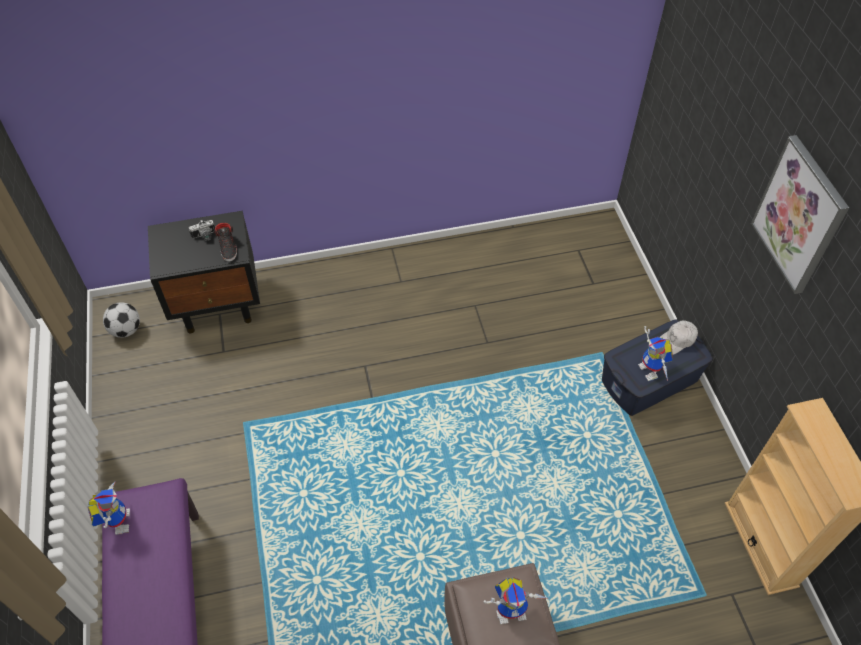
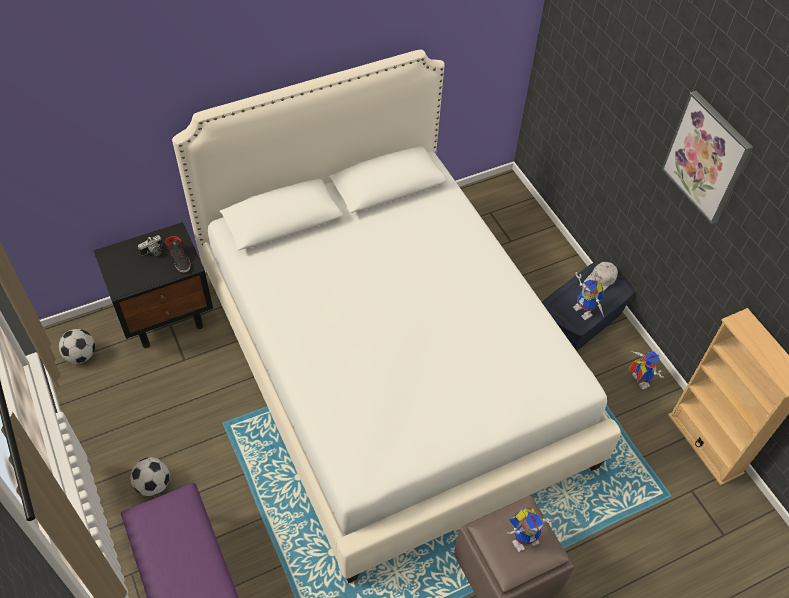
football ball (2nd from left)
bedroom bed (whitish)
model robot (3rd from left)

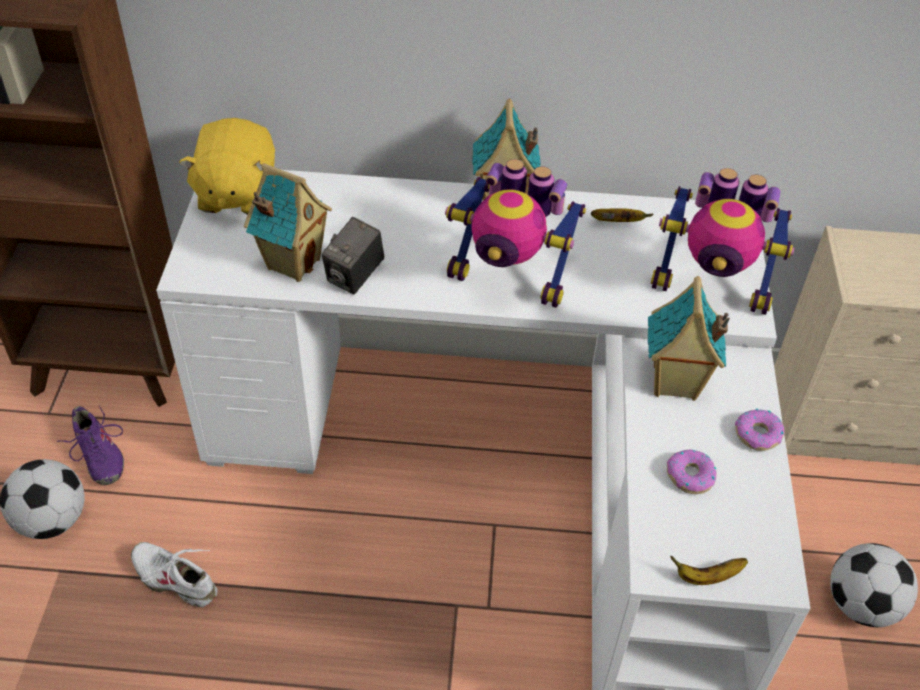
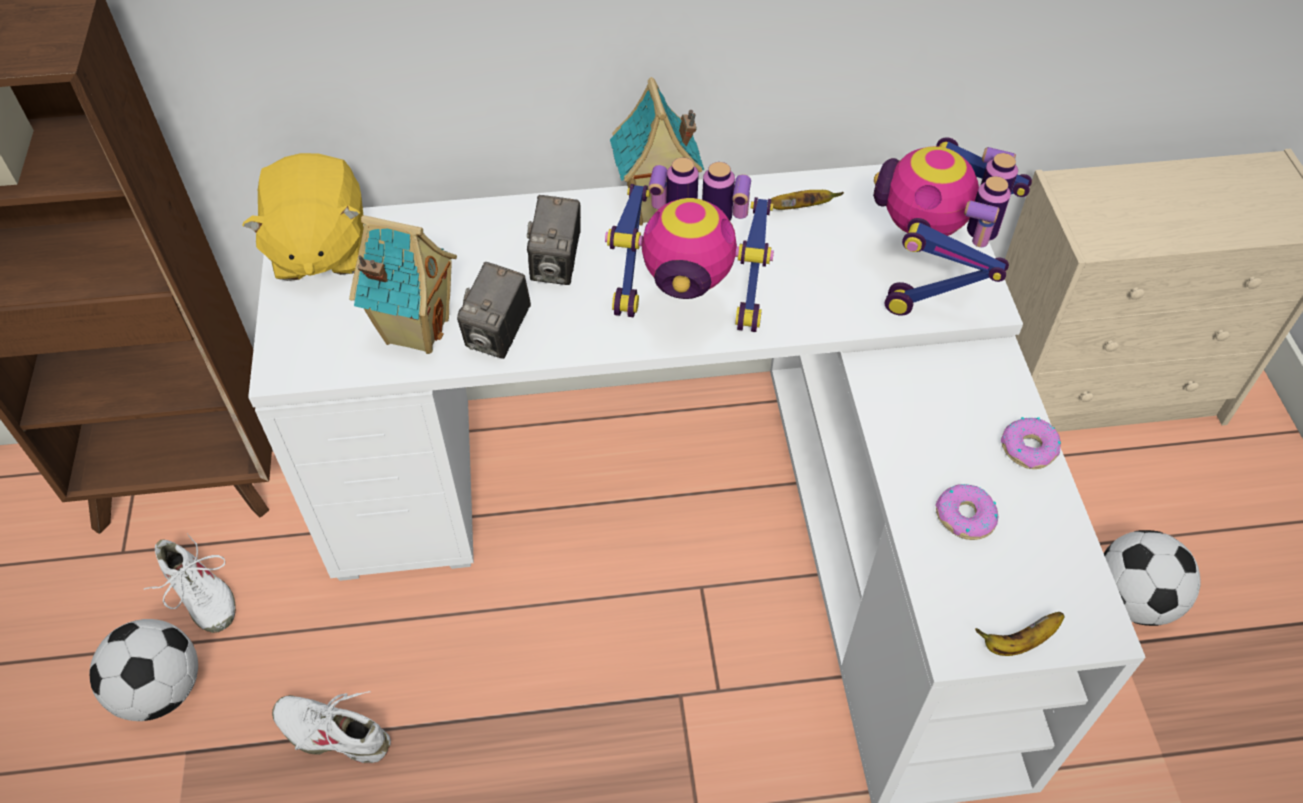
miniature house (3rd from left in the first image)
photo camera (2nd from left)
low shoe (whitish) (1st from left)
model robot (2nd from left)

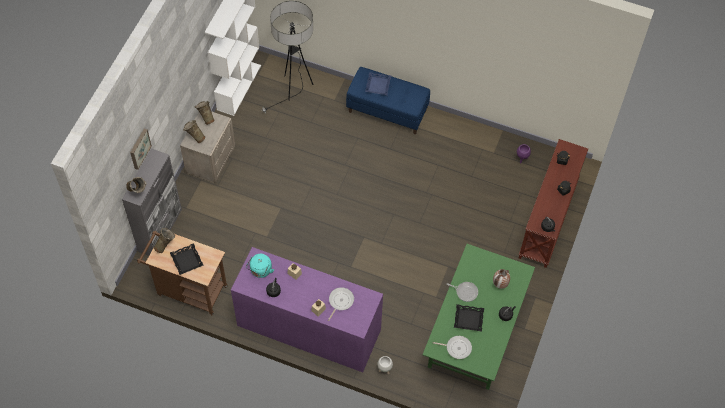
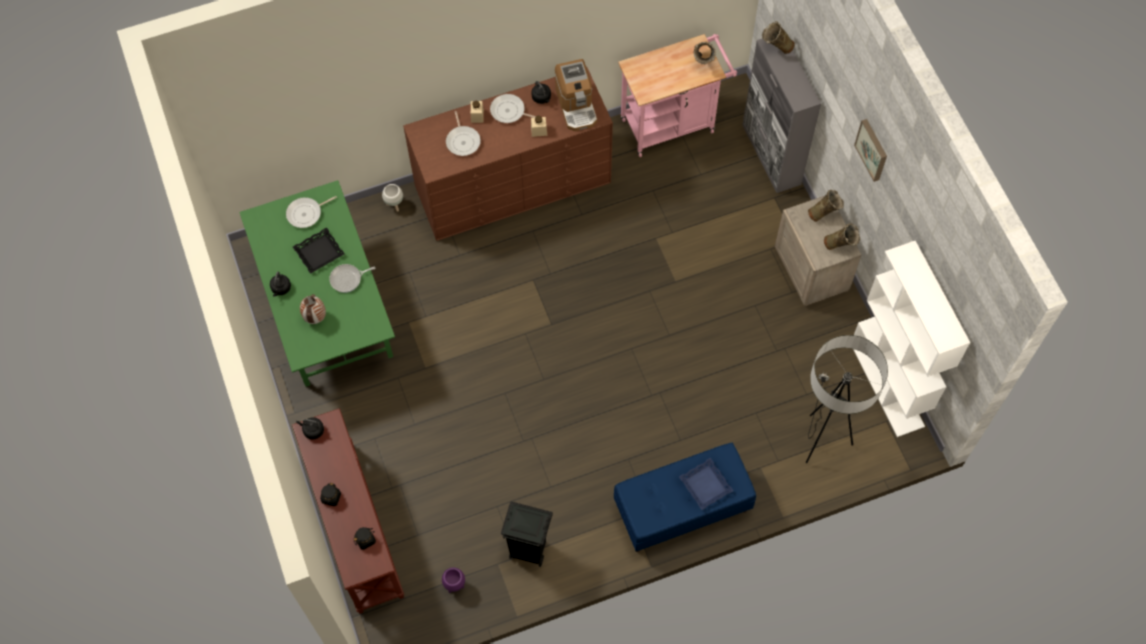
carrying tray (black-coloured) (1st from left in the first image)
frying pan (4th from left)
waste bin (black-coloured)
wall art
coffee brewer
cart (pink)
drawer chest (brown)

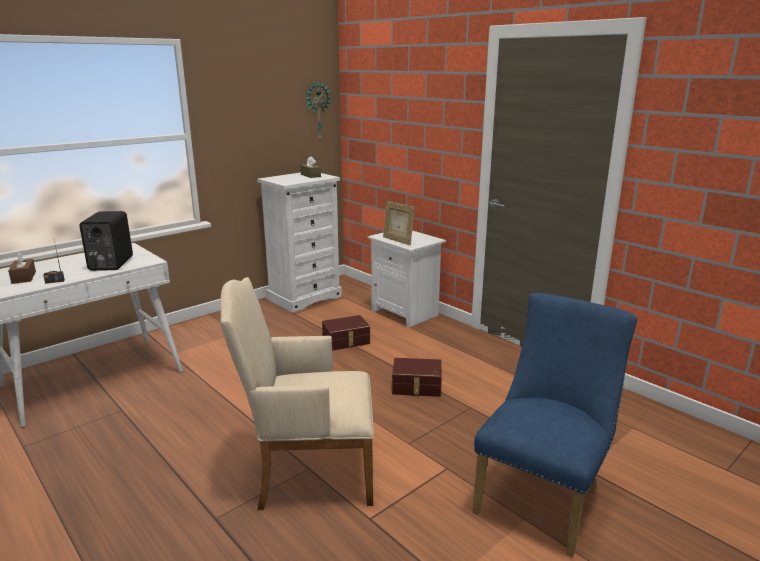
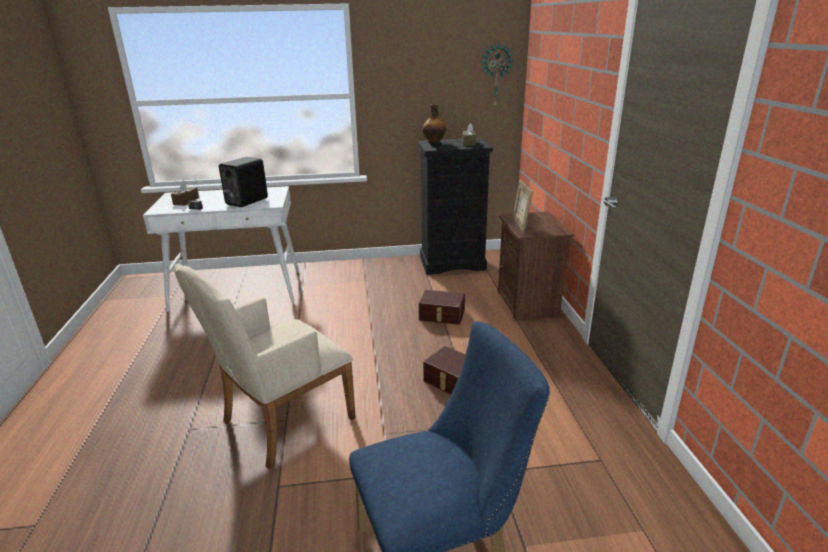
bottle
drawer chest (black-coloured)
nightstand (brown)
lounge chair (beige-coloured)

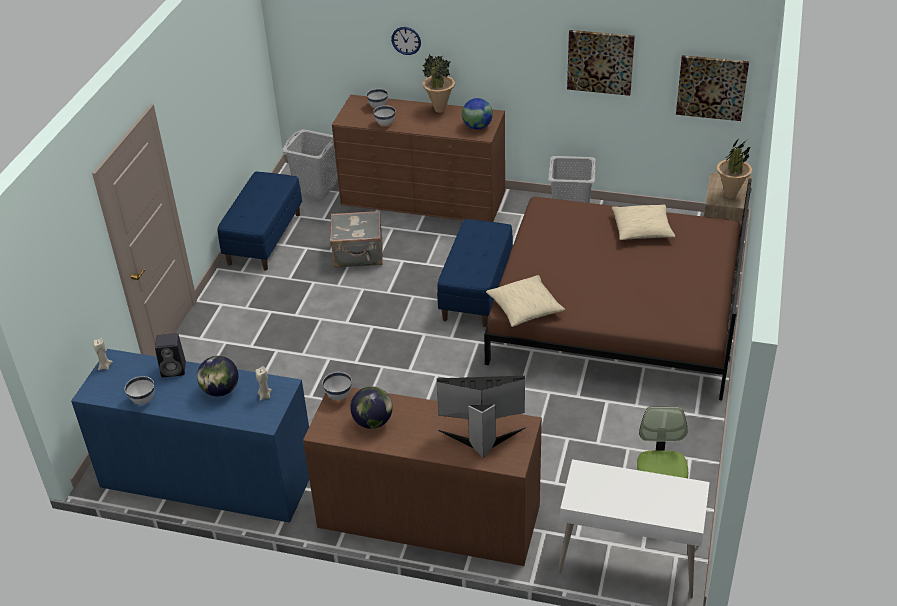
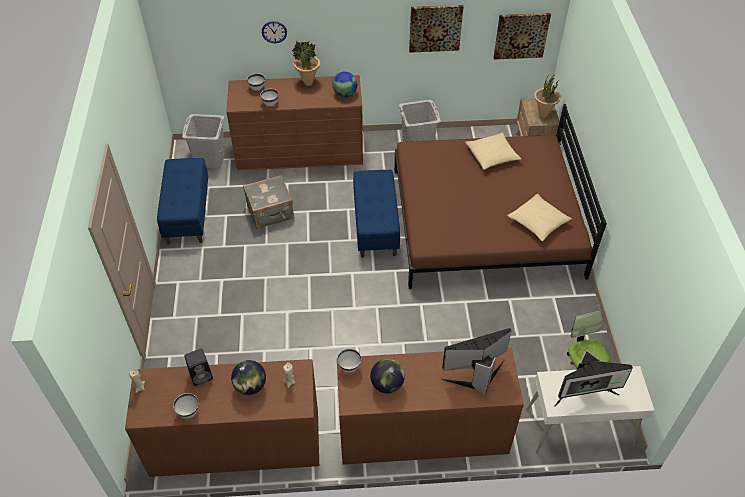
computer screen (2nd from left)
pillow (beige-coloured) (2nd from left)
drawer chest (brown) (1st from left)

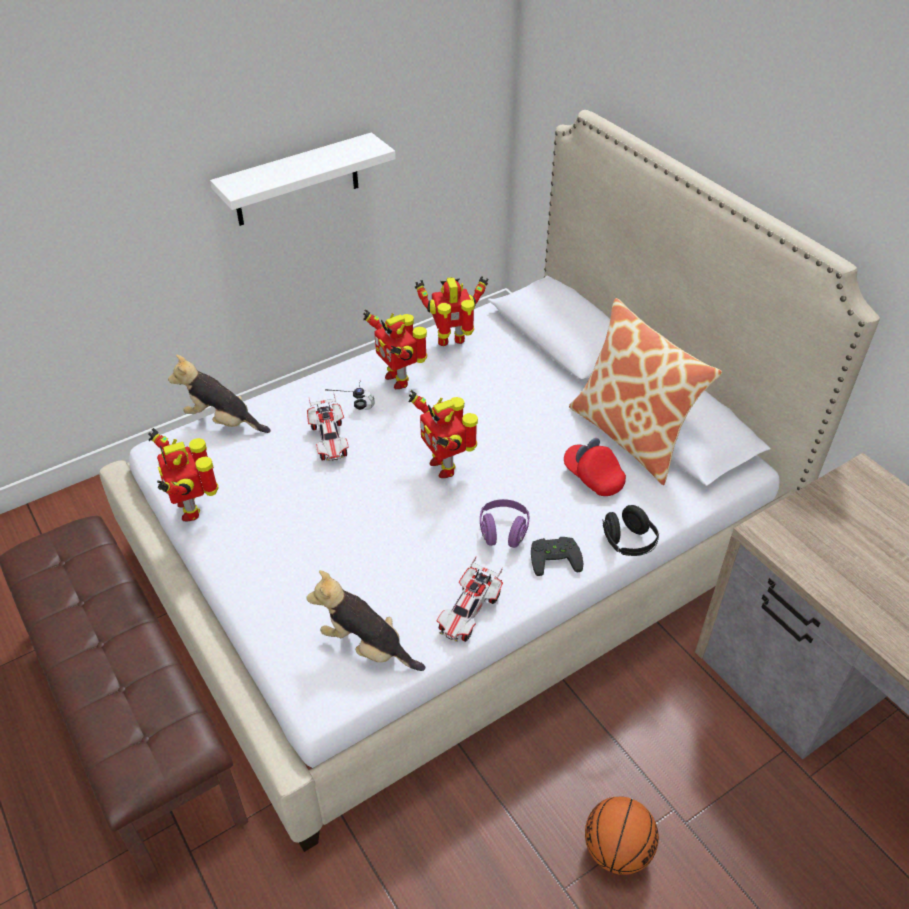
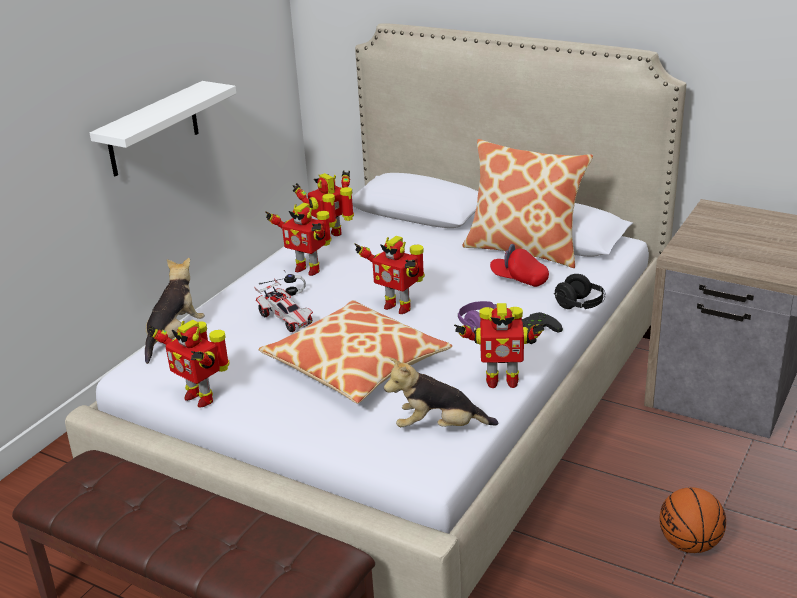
pillow (1st from left)
model robot (5th from left)
cuddly toy (1st from left)

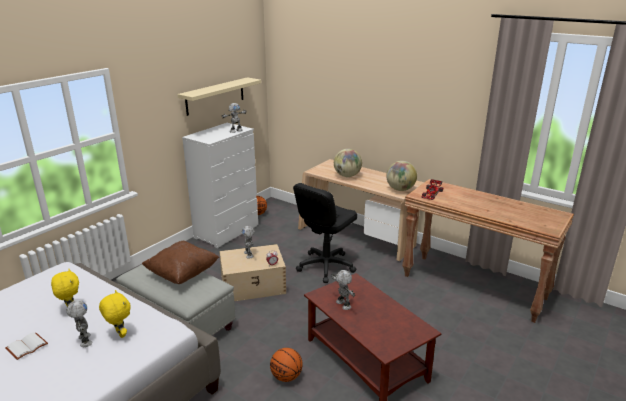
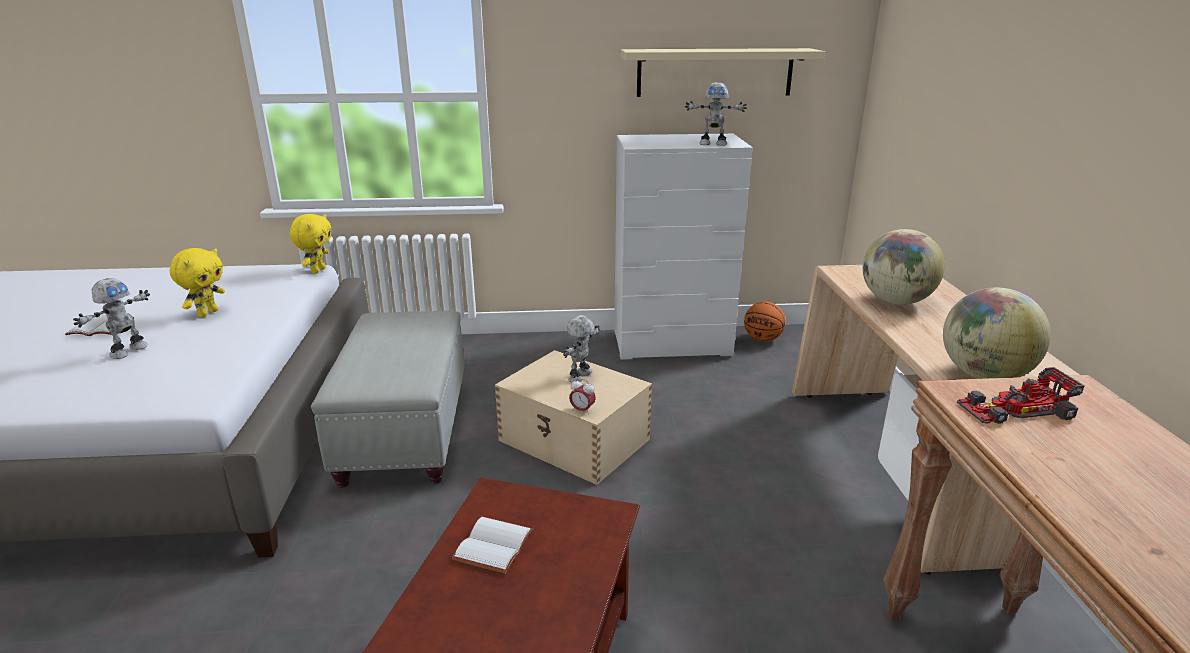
pillow (brown)
basketball (2nd from left in the first image)
office chair (black-coloured)
cuddly toy (yellowish) (2nd from left)
volume (whitish) (2nd from left)

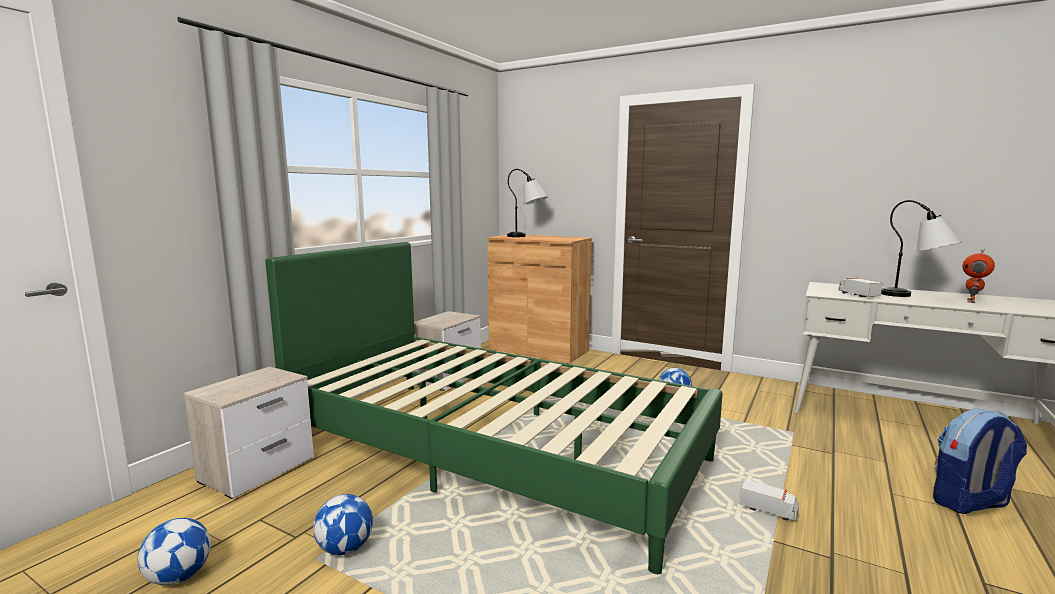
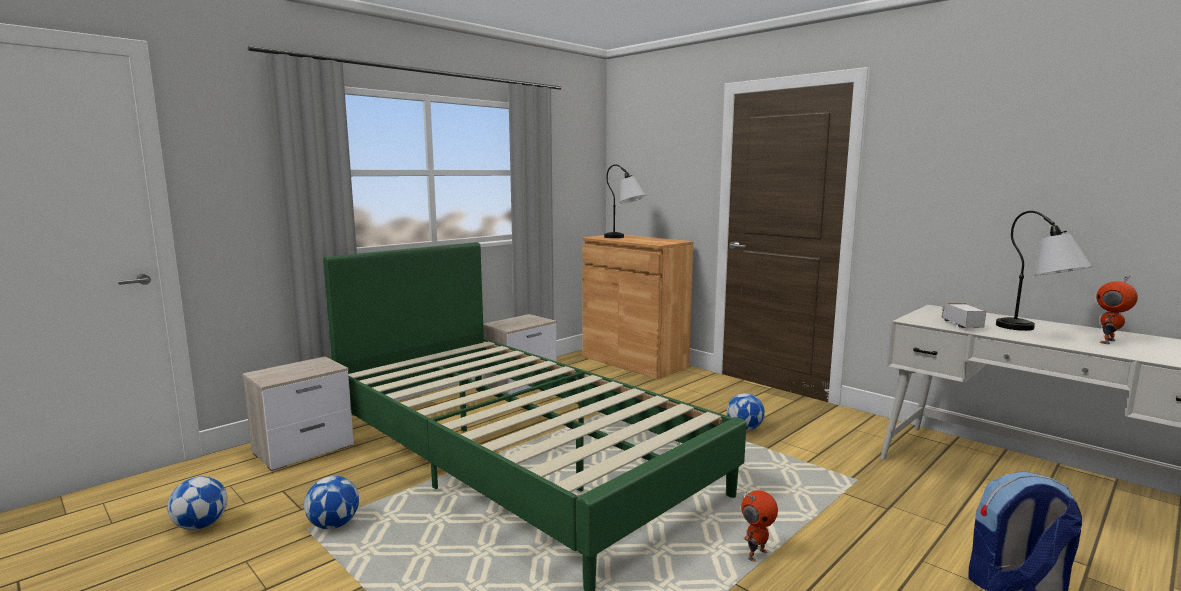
model robot (1st from left)

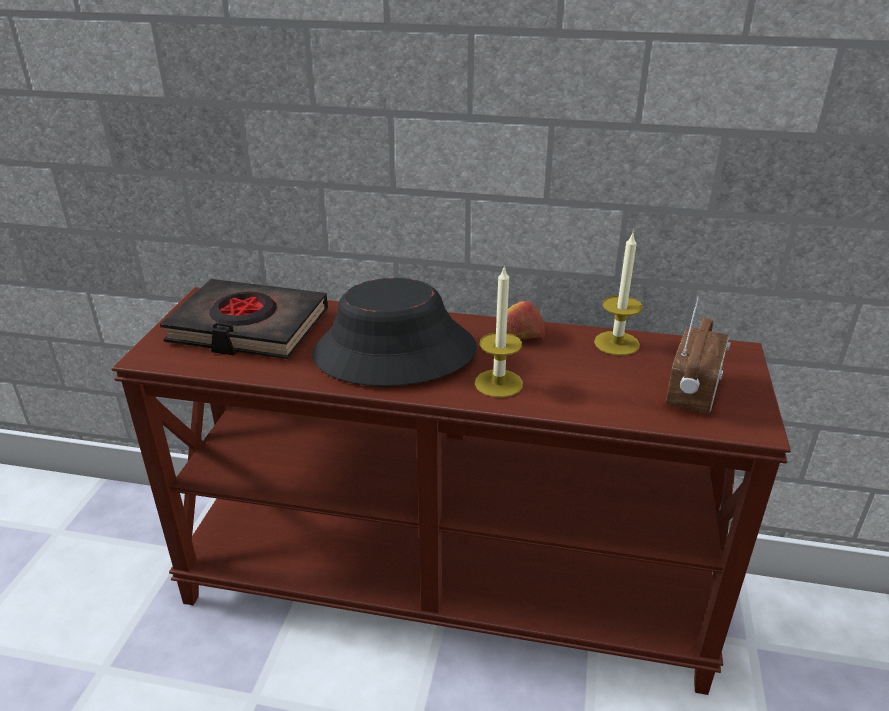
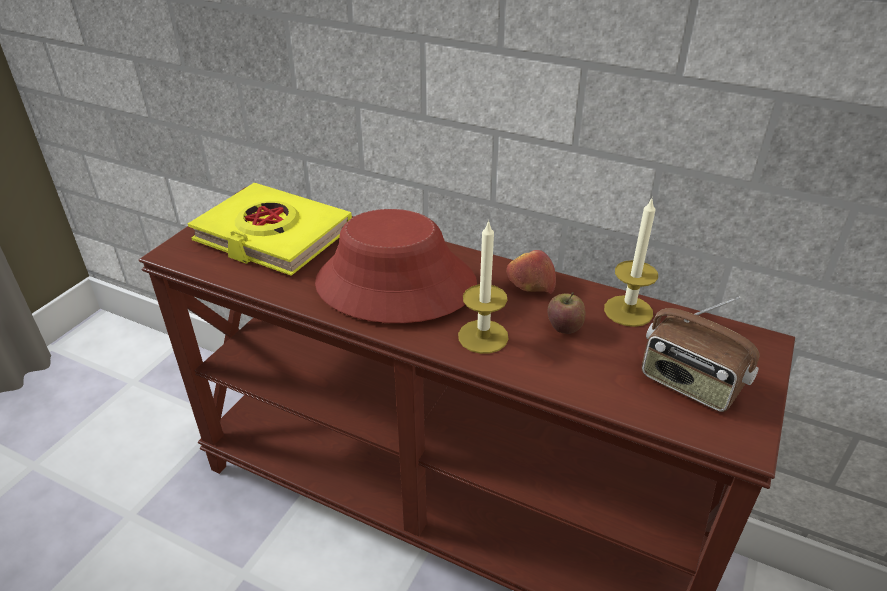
apple fruit (2nd from left)
volume (yellowish)
wearable hat (red)
radio set

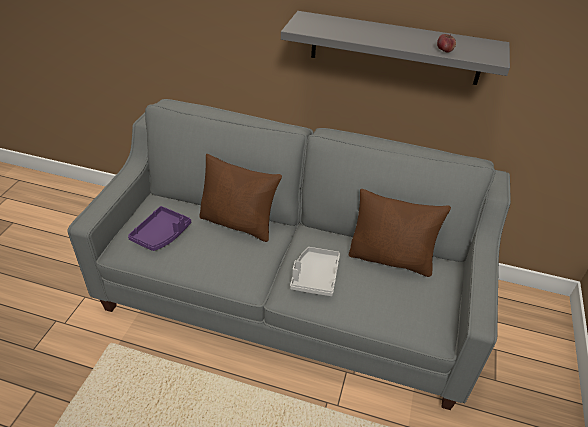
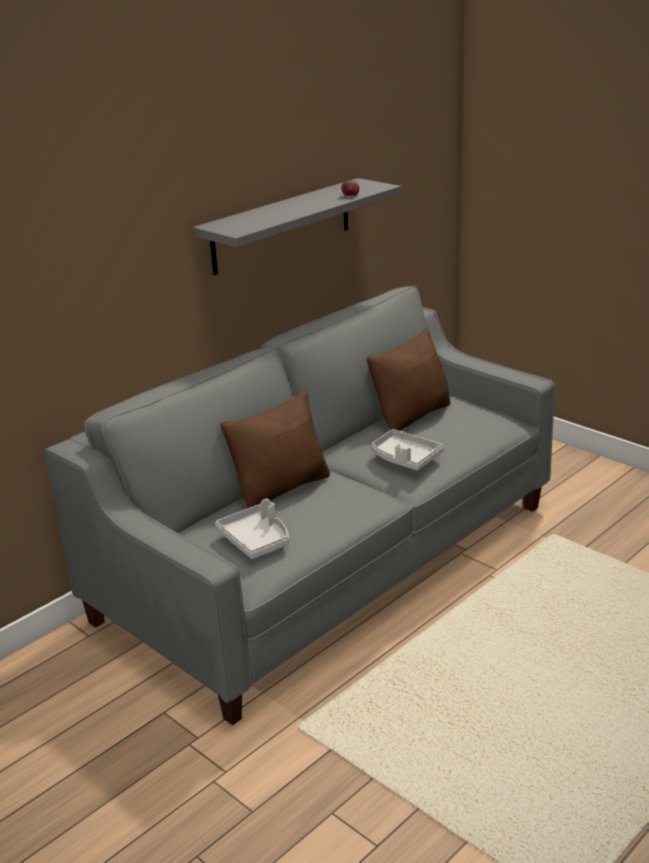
carrying tray (gray) (1st from left)

